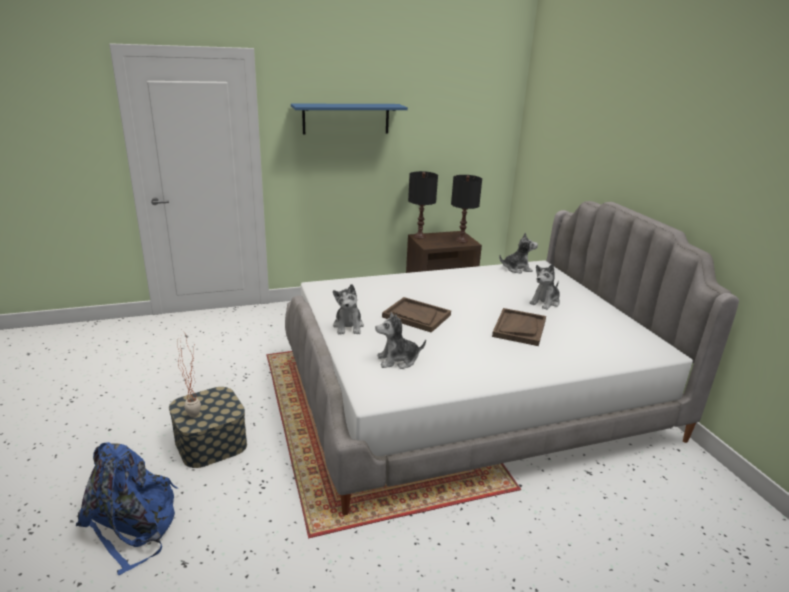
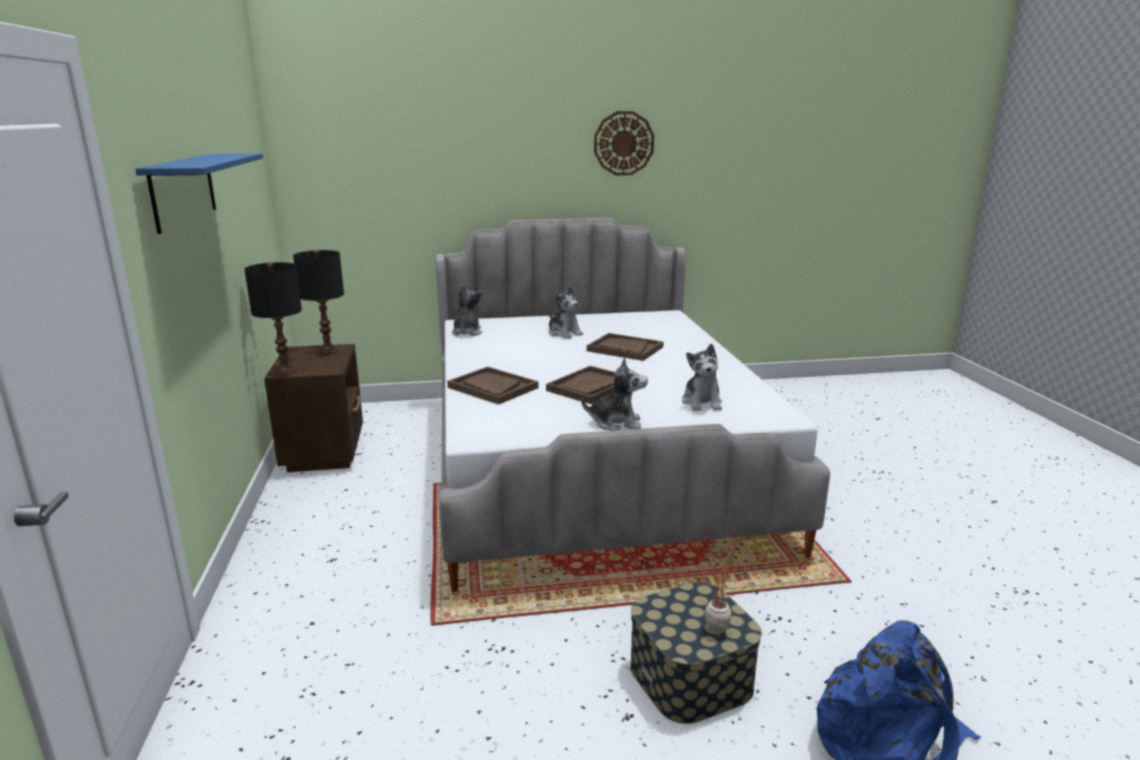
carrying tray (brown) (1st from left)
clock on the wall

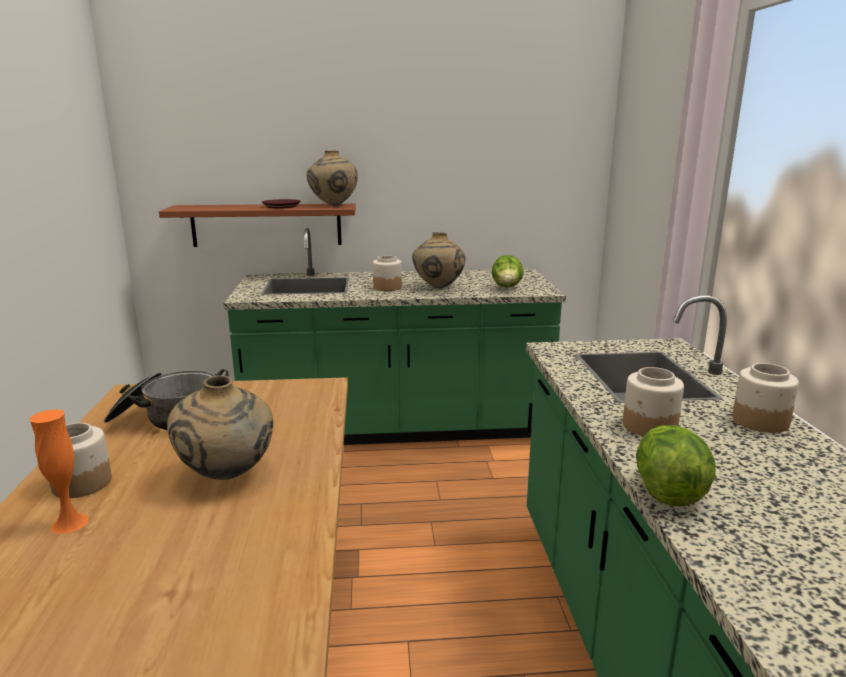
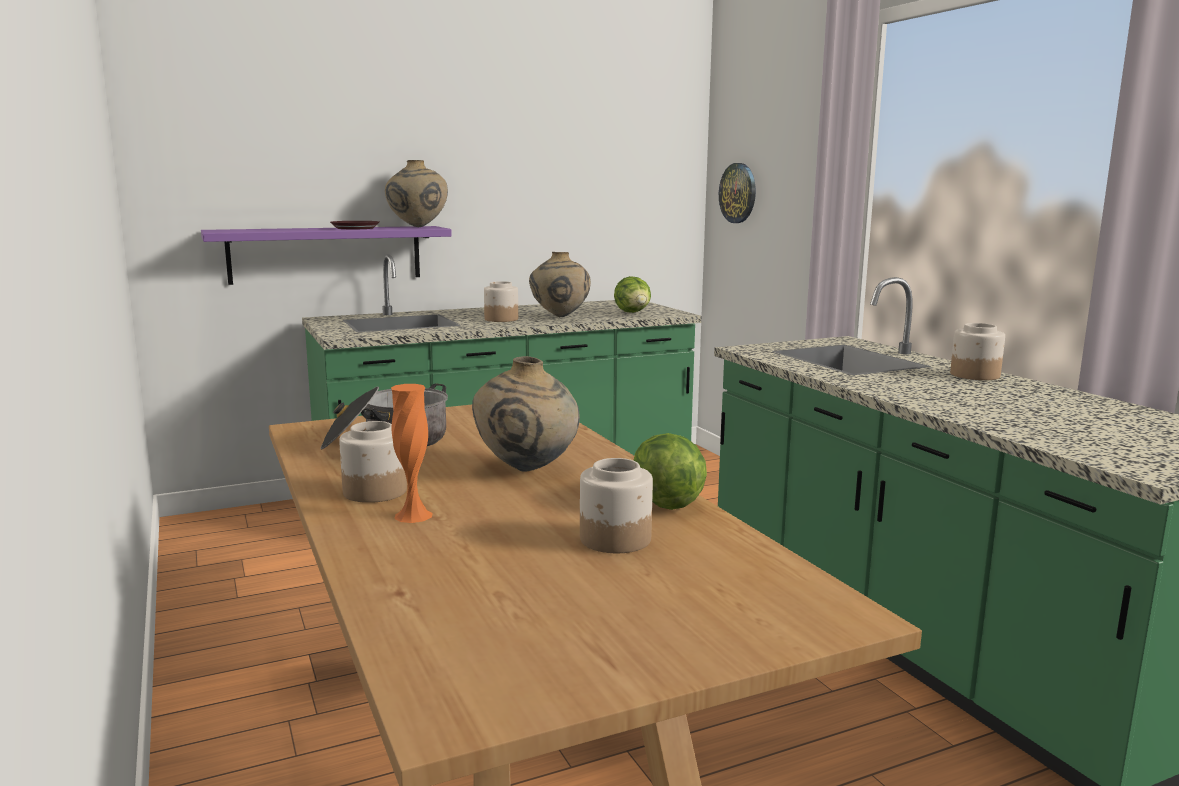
clock on the wall
jar (3rd from left)
lettuce head (2nd from left)
bracket shelf (purplish)

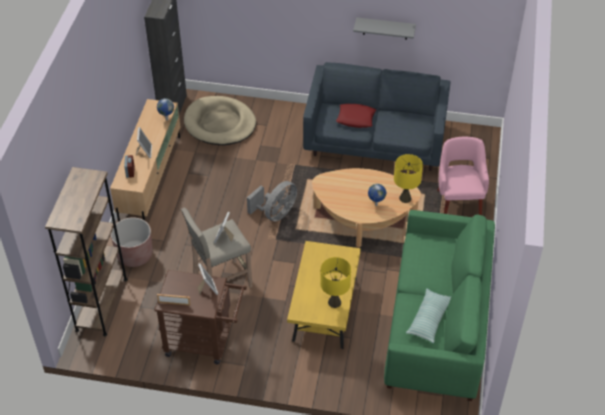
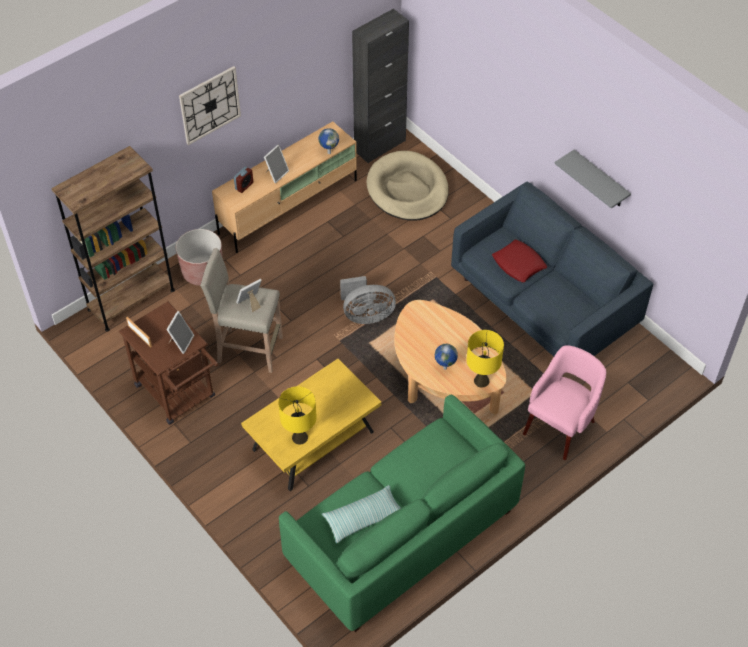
clock on the wall

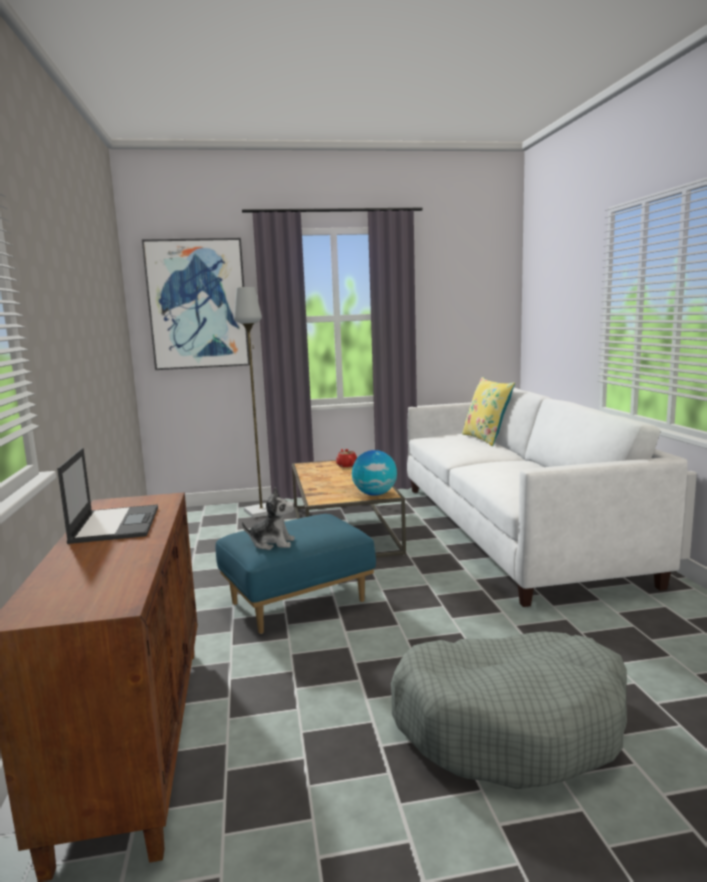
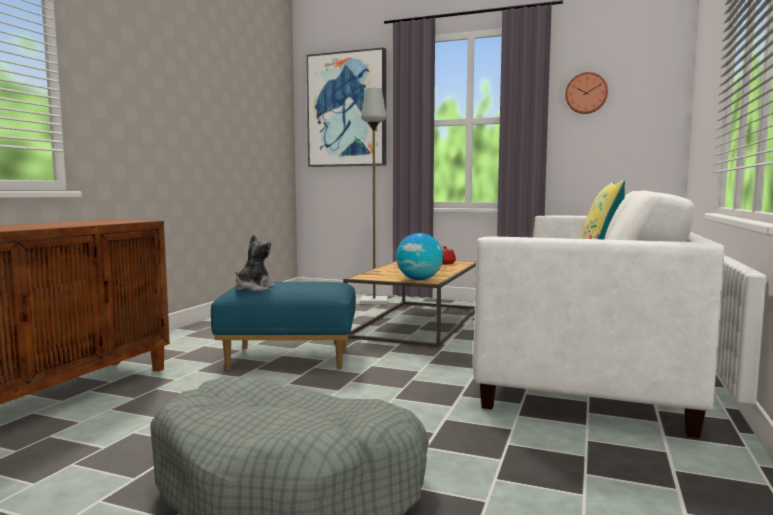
notebook computer
clock on the wall
cuddly toy

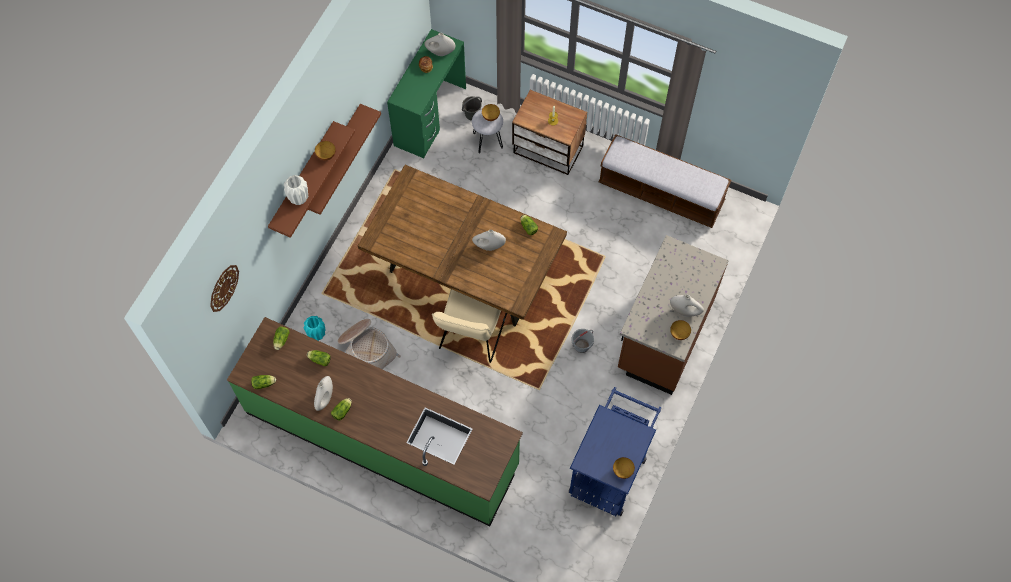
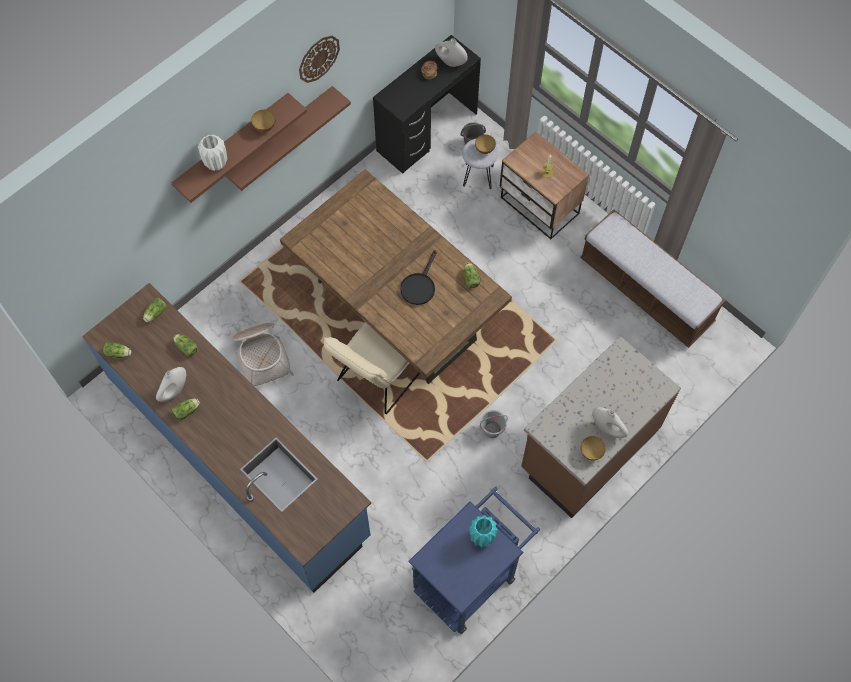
serving bowl (3rd from left in the first image)
clock on the wall
decorative vase (blue-green)
frying pan (black-coloured)
counter (blue-coloured)
desk table (black-coloured)

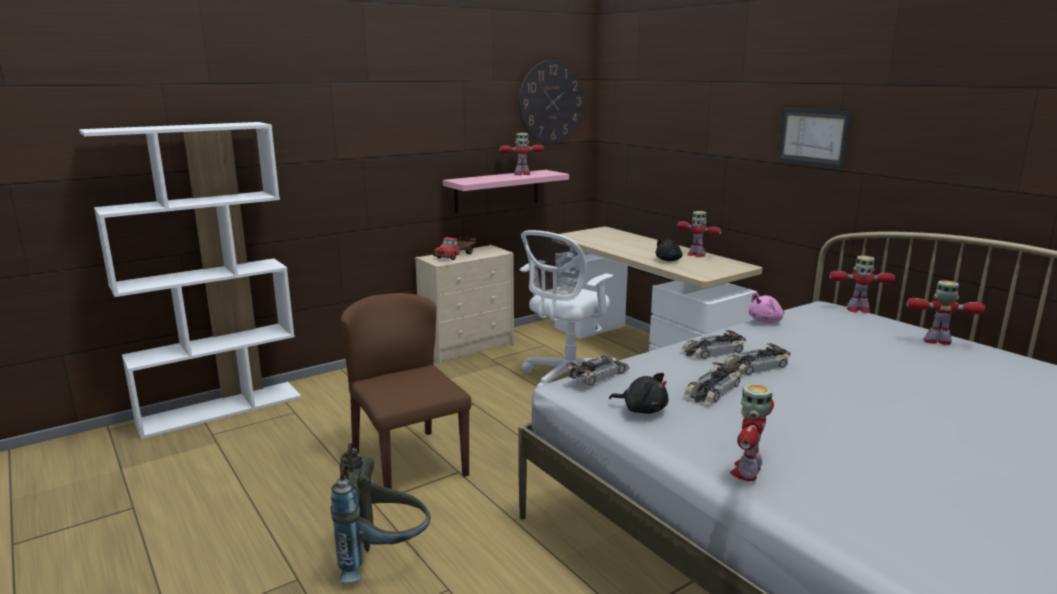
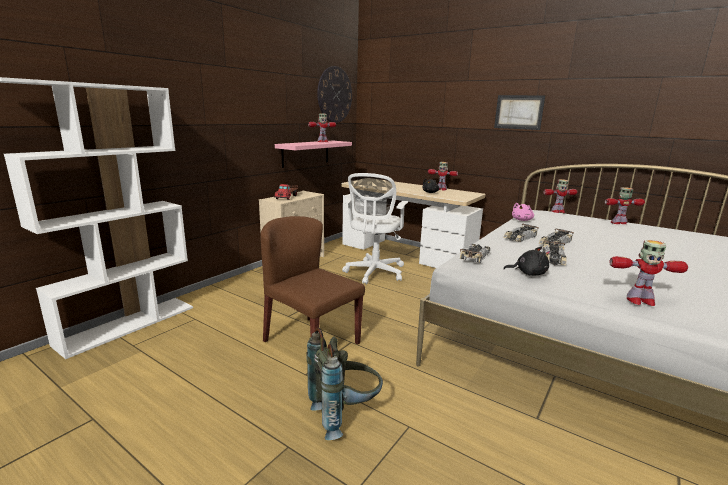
model robot (5th from left)

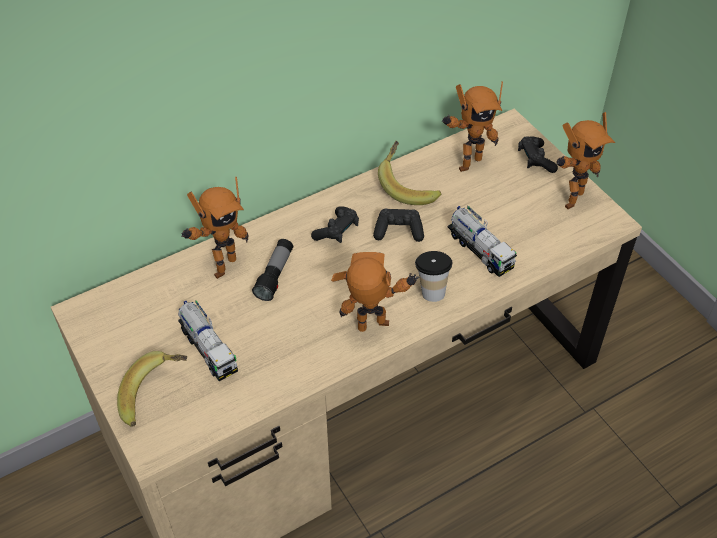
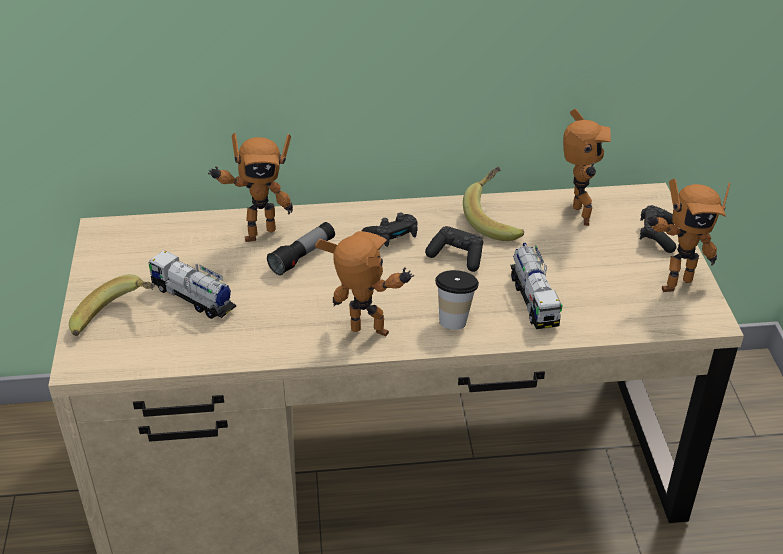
toy truck (1st from left)
model robot (3rd from left)

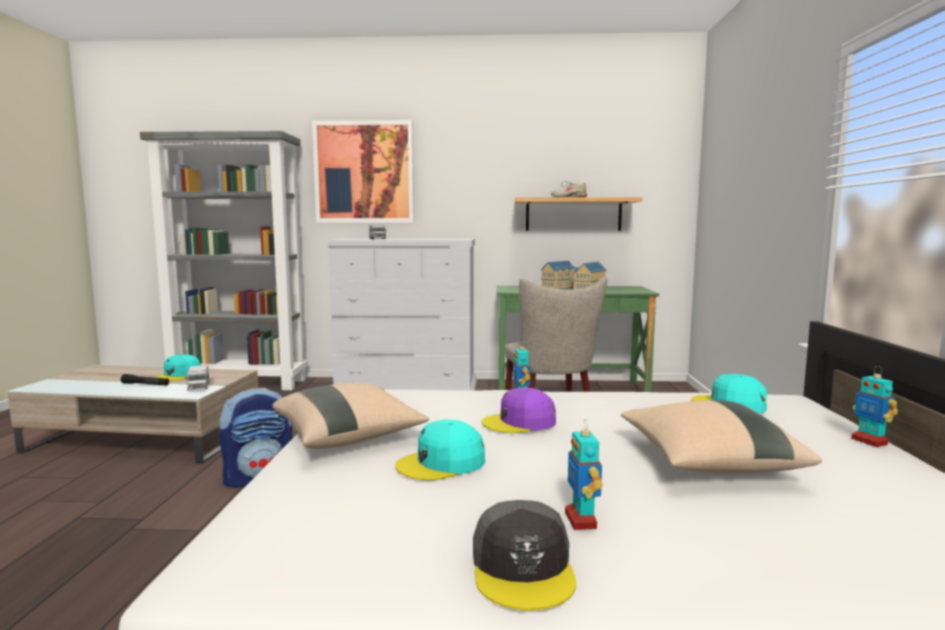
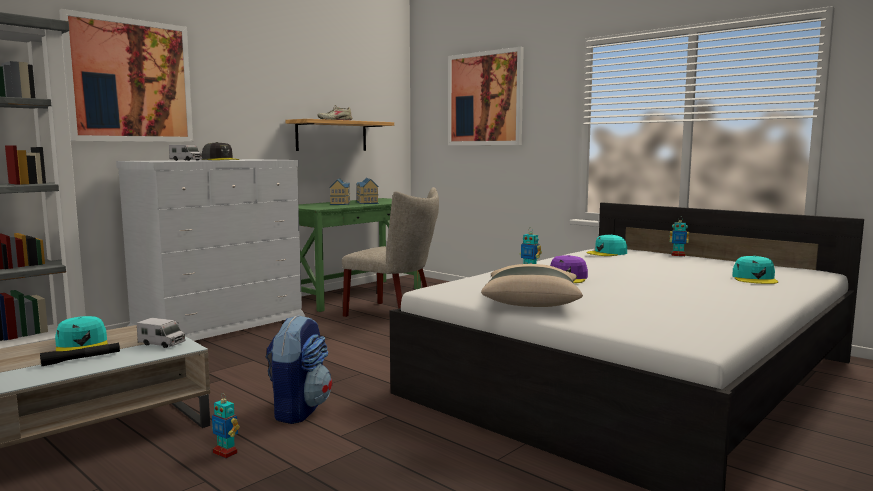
pillow (beige-coloured) (2nd from left in the first image)
wall art (2nd from left)
peaked cap (blue-green) (3rd from left)
peaked cap (gray)
model robot (1st from left)

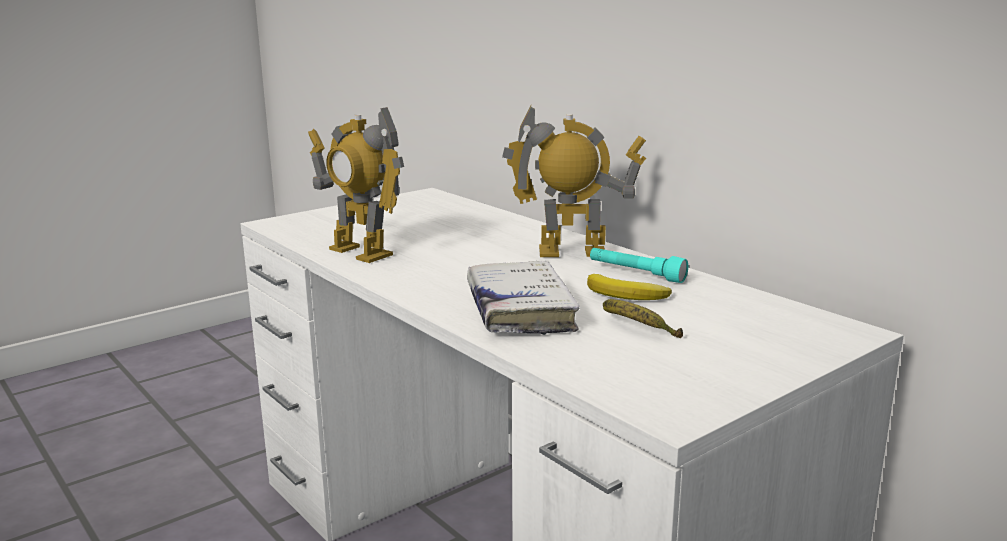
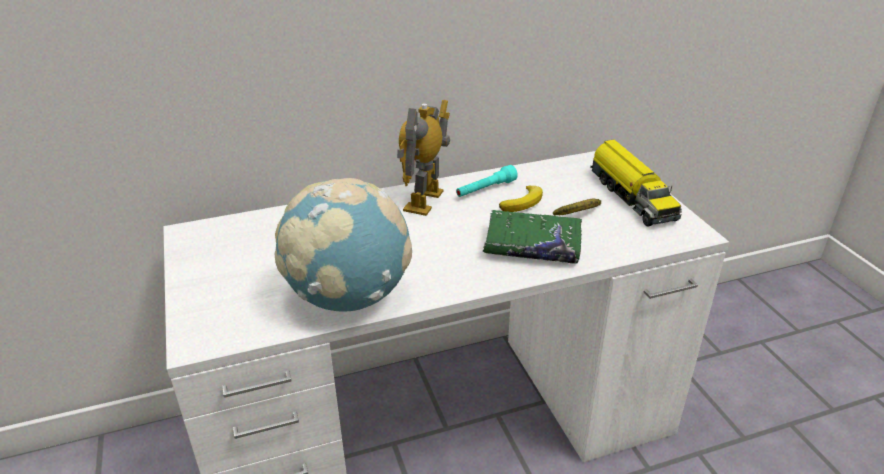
toy truck
globe
volume (green)

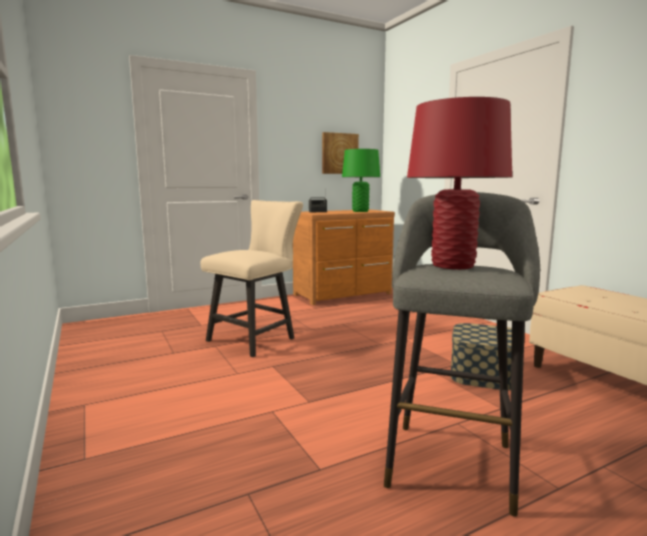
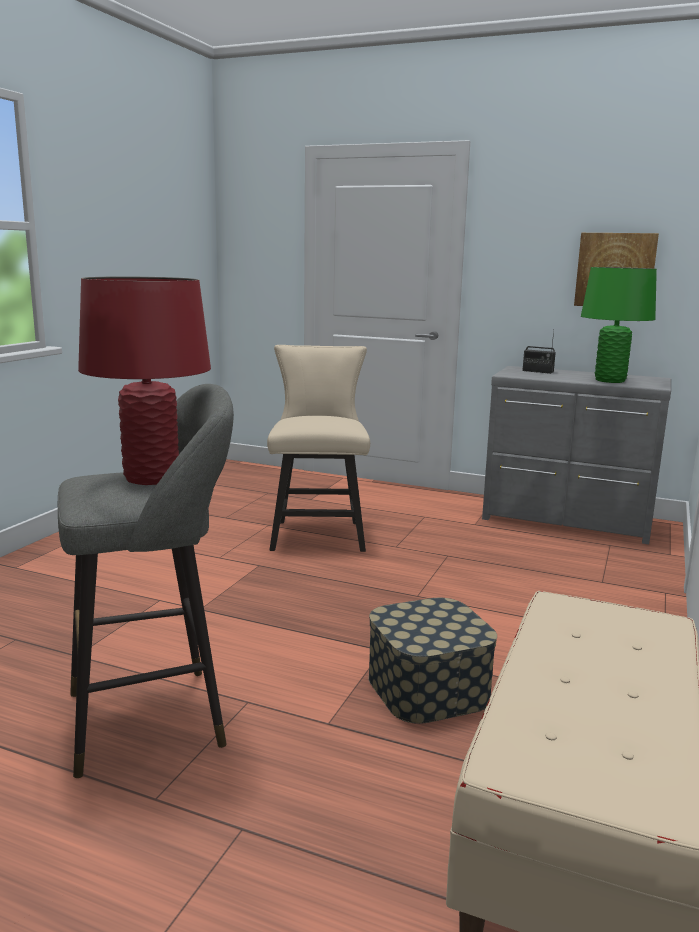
drawer chest (gray)
plain chair (beige-coloured)

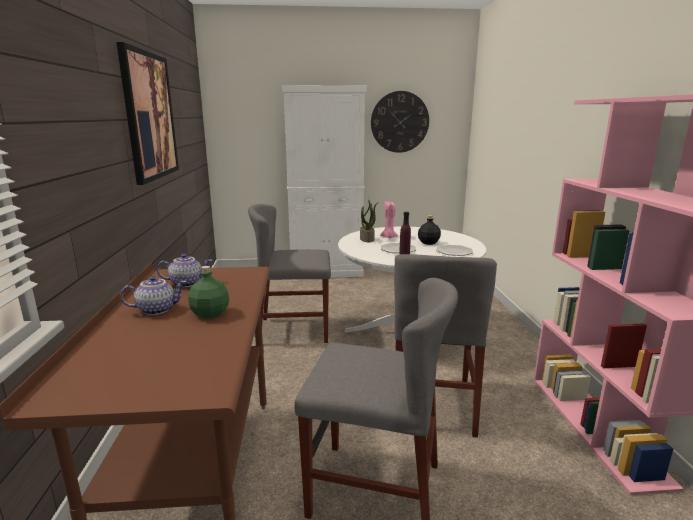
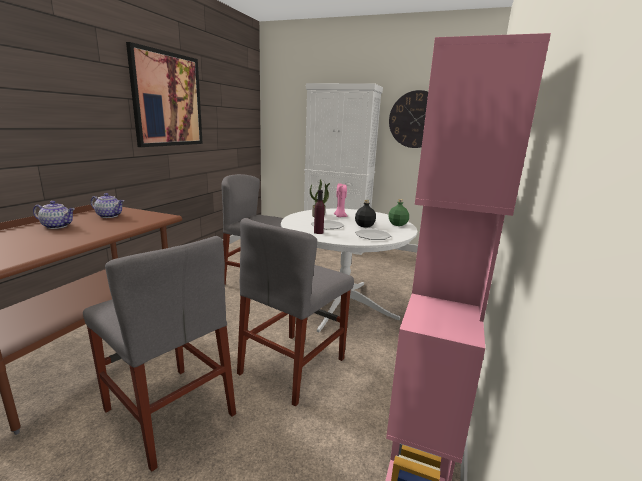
bottle (green)

